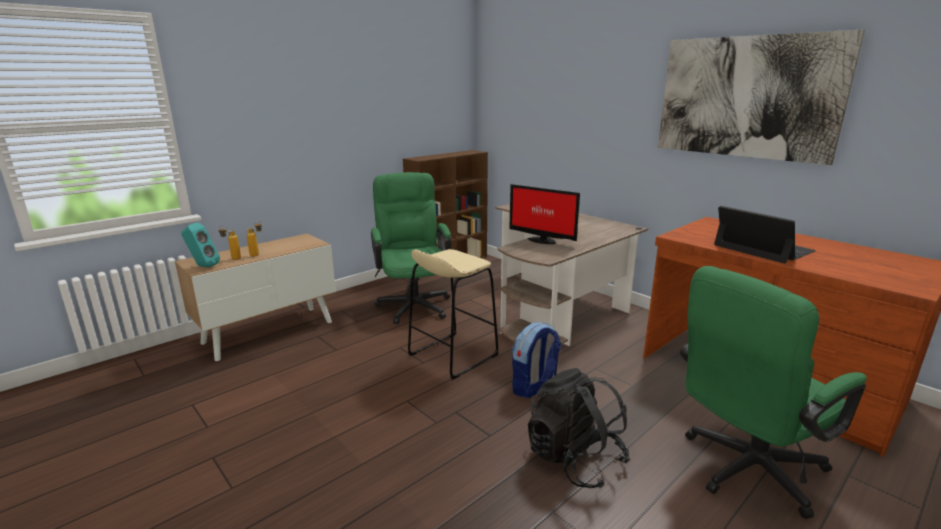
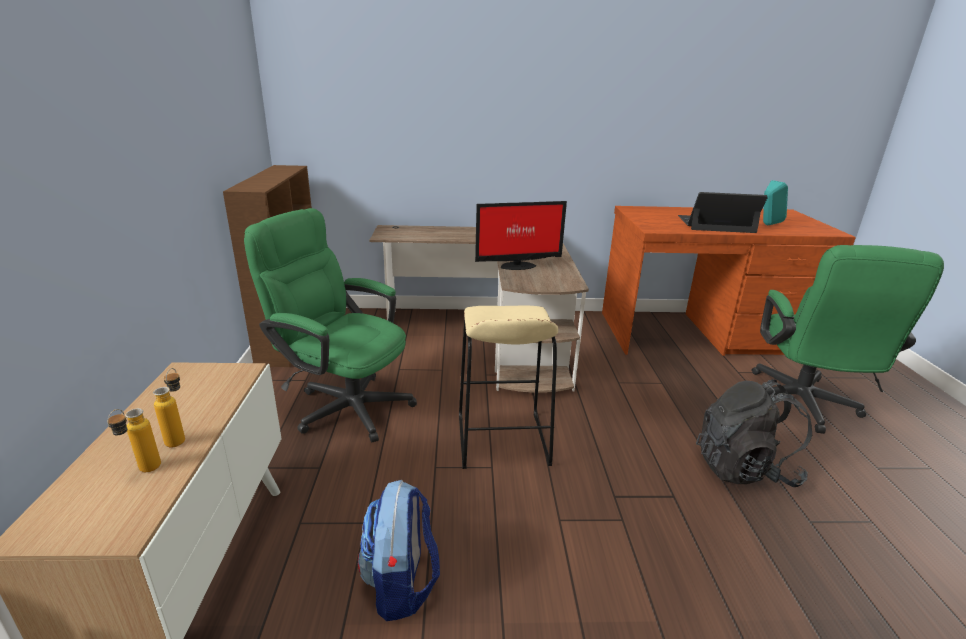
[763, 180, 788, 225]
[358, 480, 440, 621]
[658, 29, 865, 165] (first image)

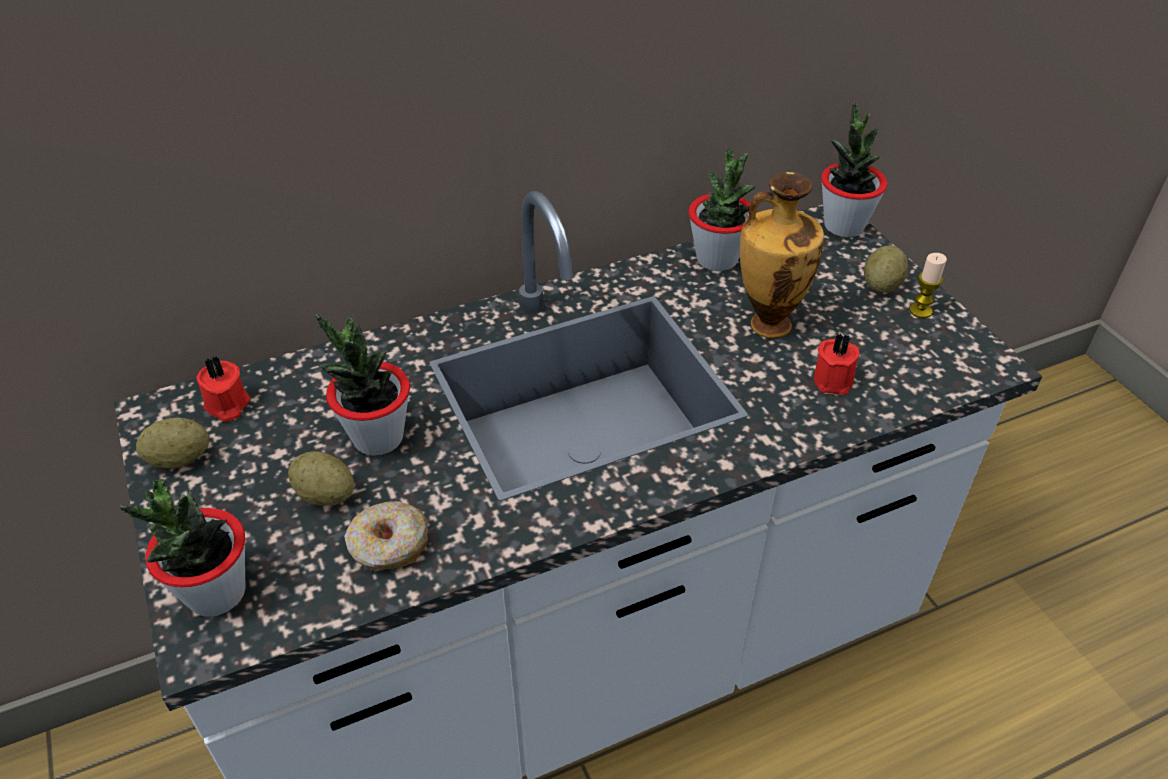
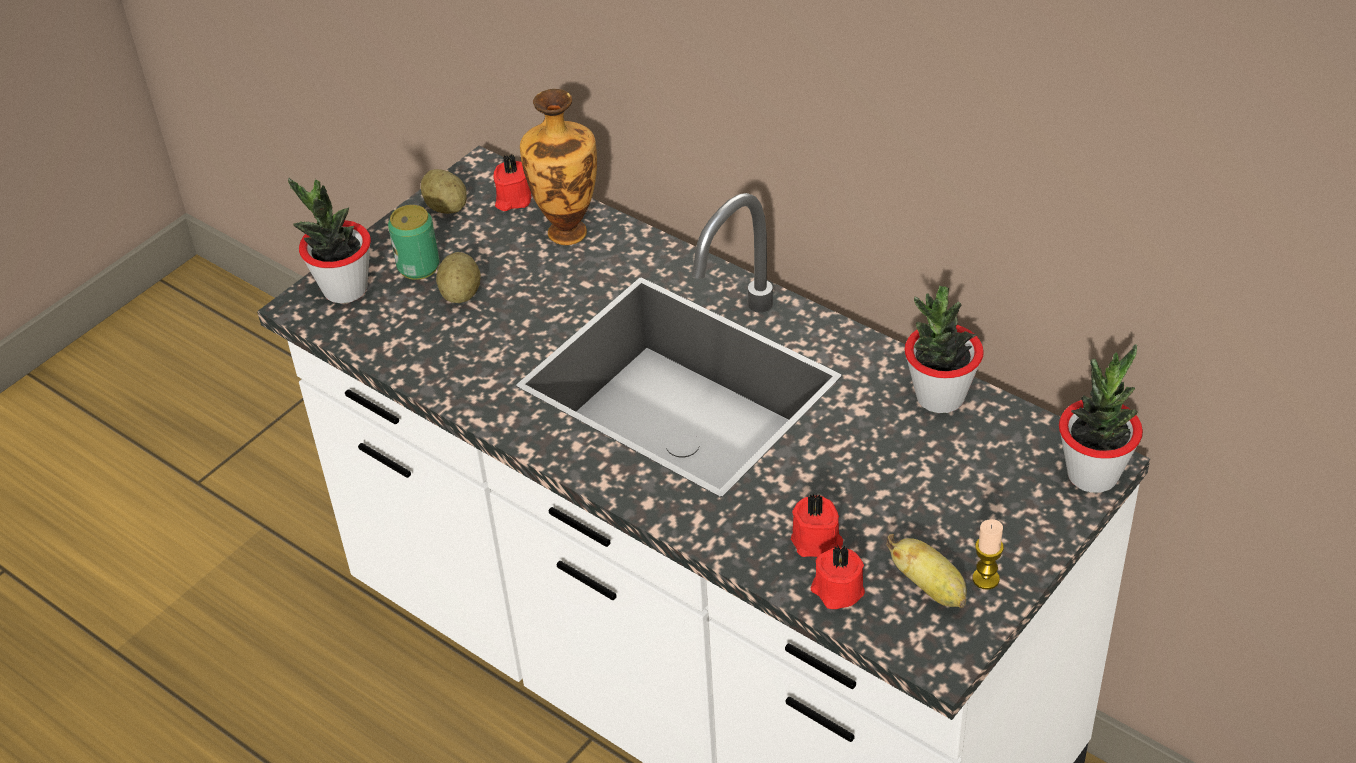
[316, 314, 410, 456] (first image)
[344, 501, 428, 570] (first image)
[520, 89, 597, 245]
[864, 246, 908, 292] (first image)
[388, 205, 440, 280]
[811, 546, 865, 609]
[886, 534, 967, 608]

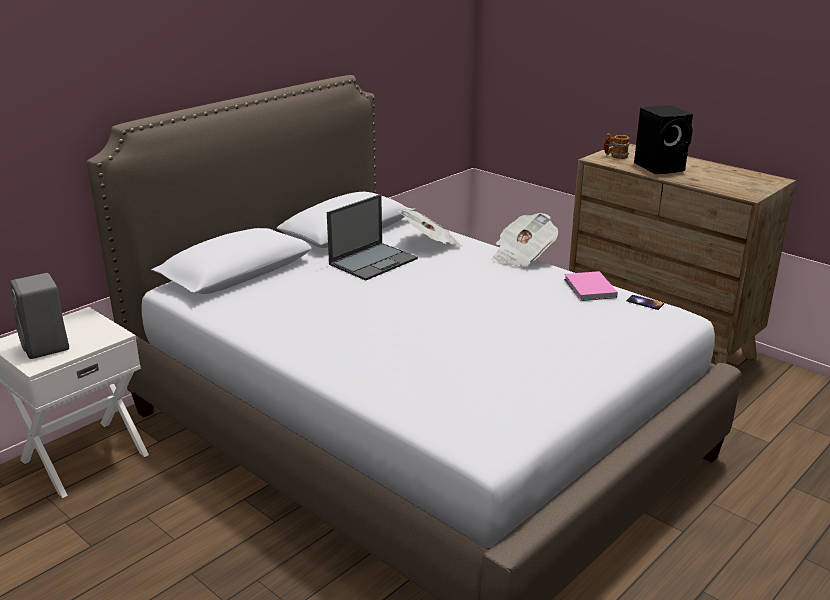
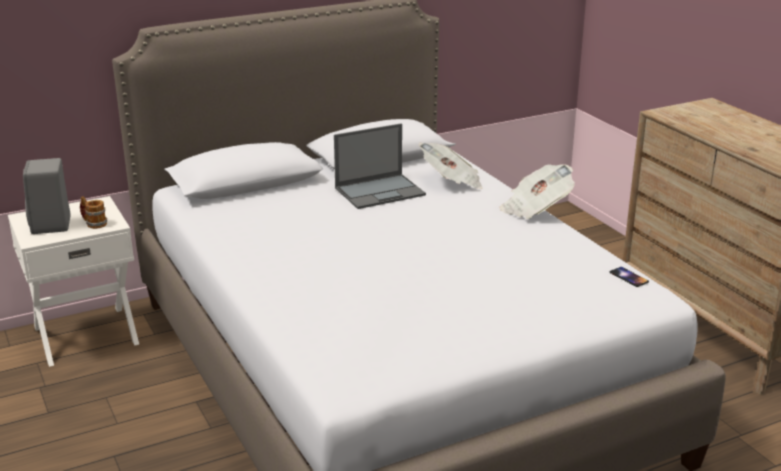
[564, 271, 618, 301] (first image)
[80, 196, 107, 229]
[634, 105, 693, 174] (first image)

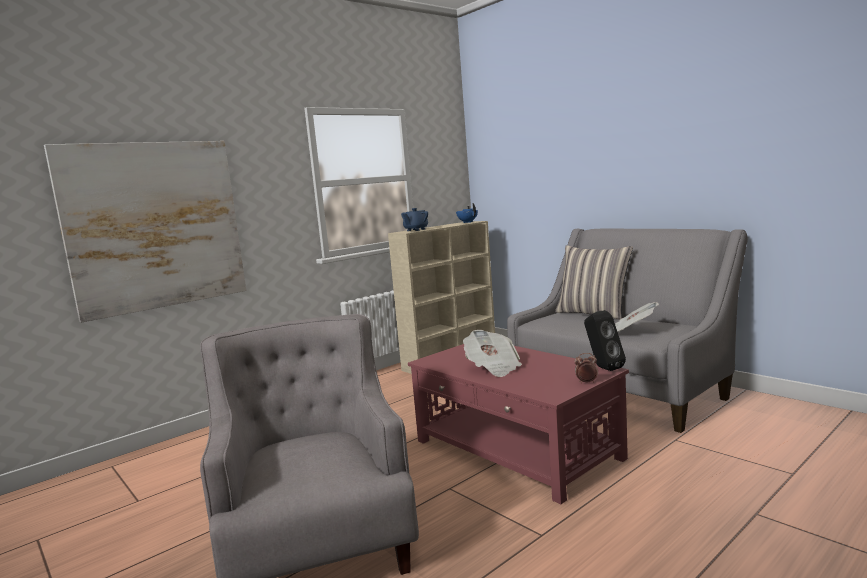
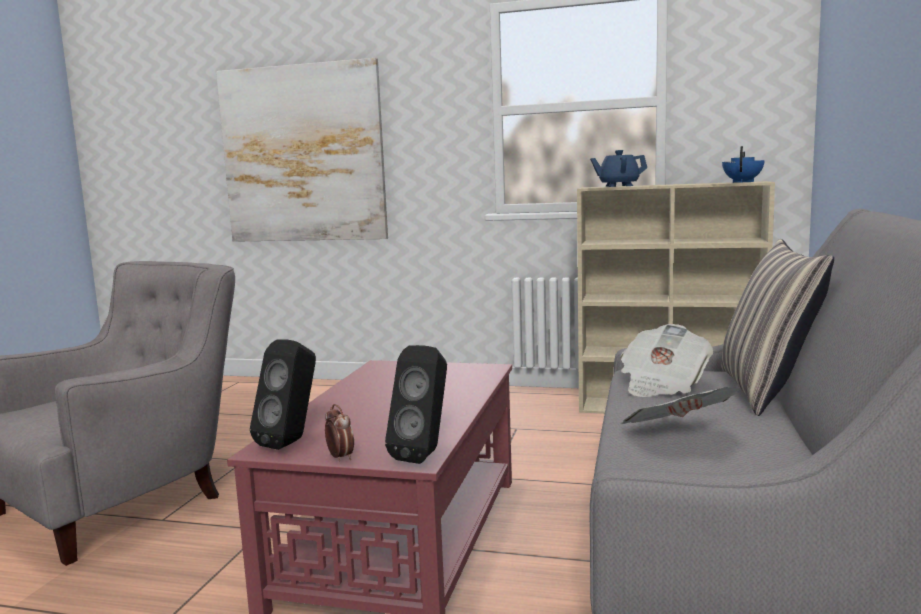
[621, 324, 713, 397]
[250, 339, 316, 450]

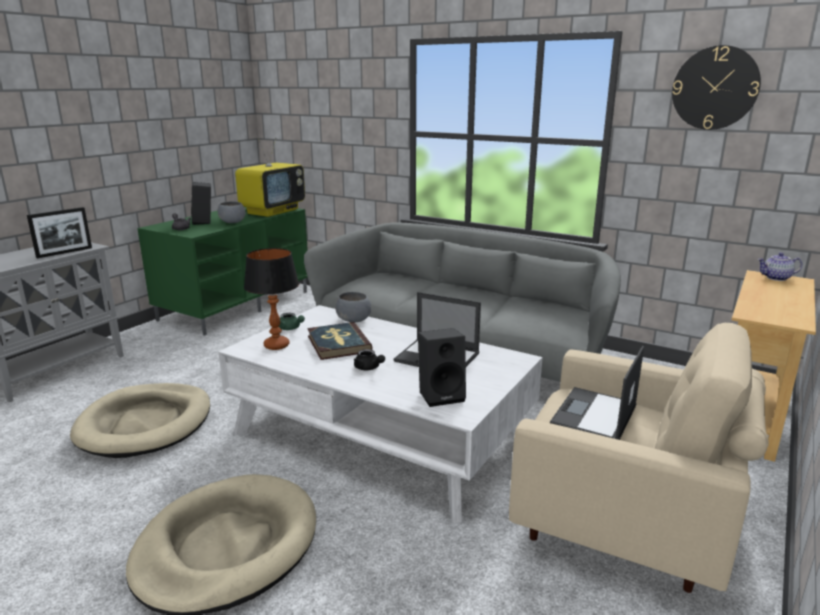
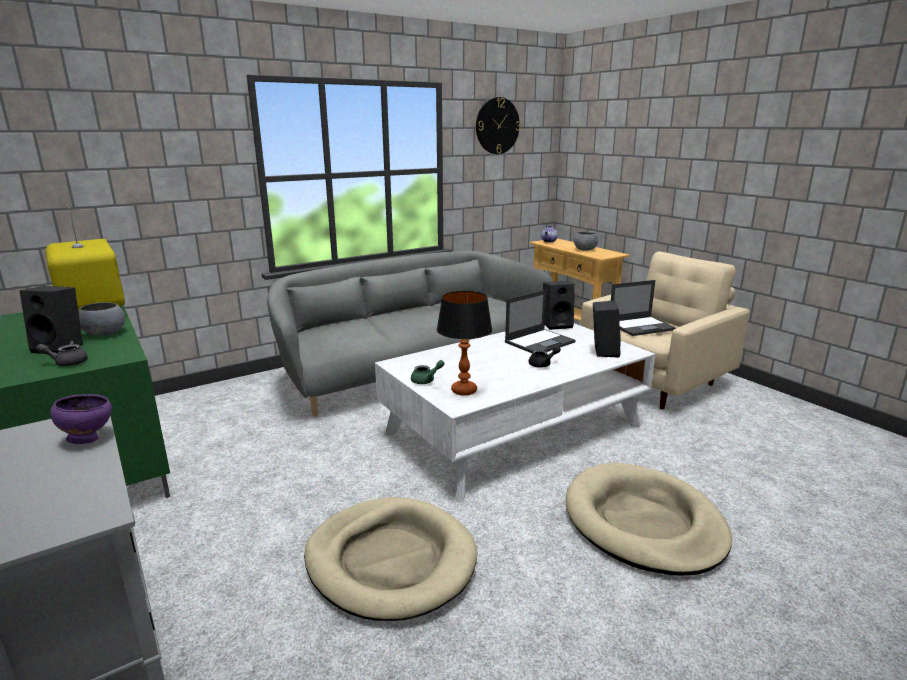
[50, 394, 112, 444]
[307, 322, 373, 360] (first image)
[573, 232, 598, 251]
[611, 280, 676, 336]
[543, 281, 575, 330]

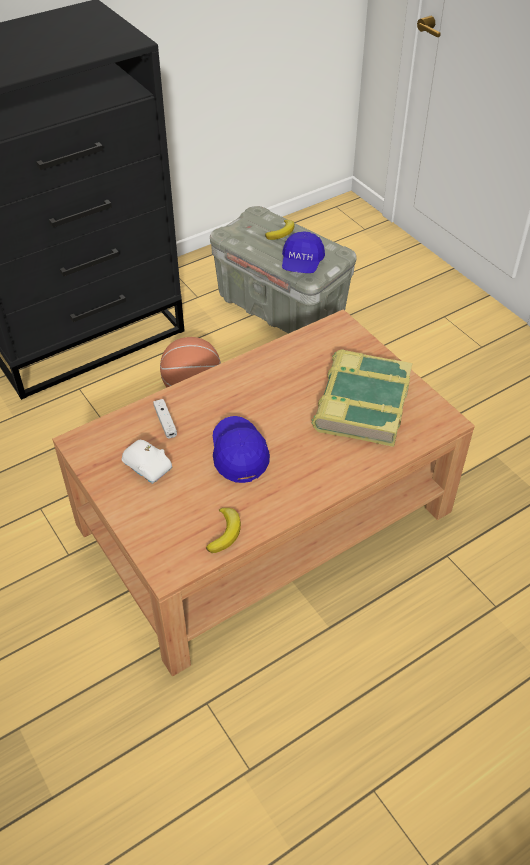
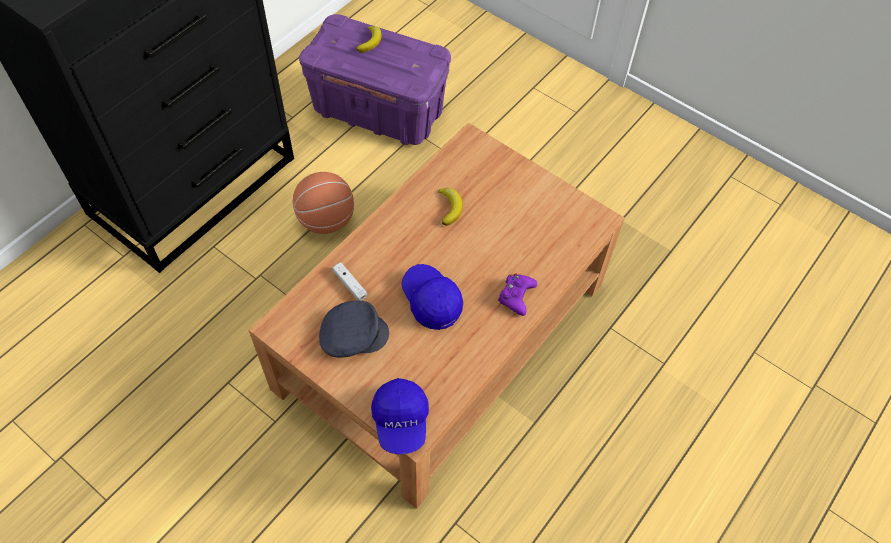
[319, 301, 389, 358]
[438, 188, 463, 226]
[299, 14, 451, 145]
[371, 378, 429, 454]
[312, 349, 413, 447] (first image)
[498, 273, 537, 316]

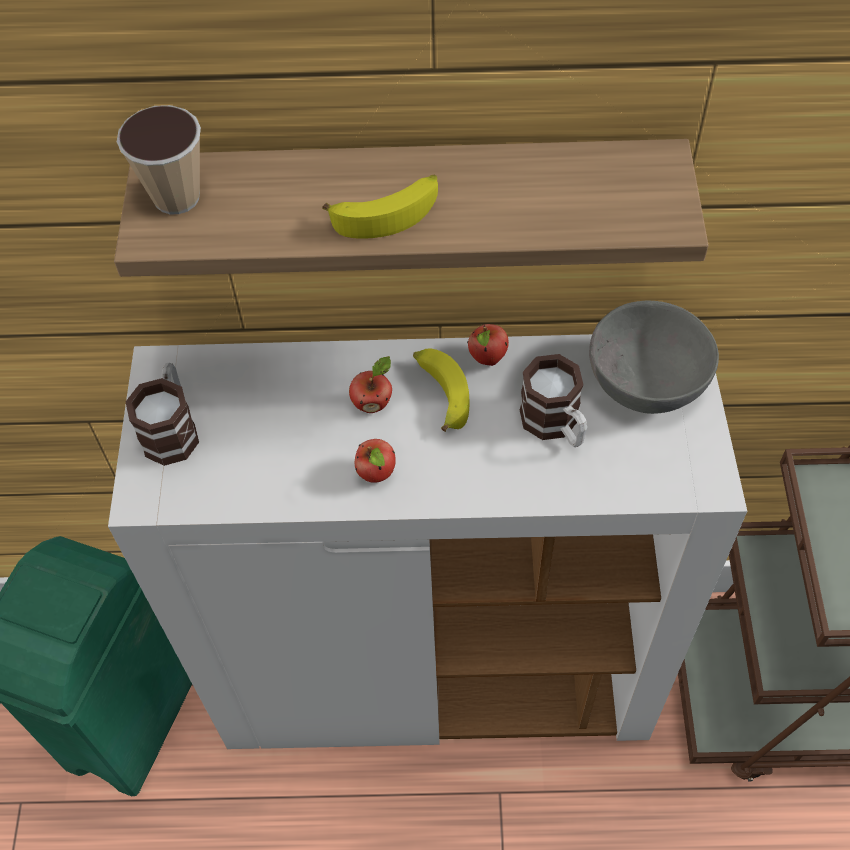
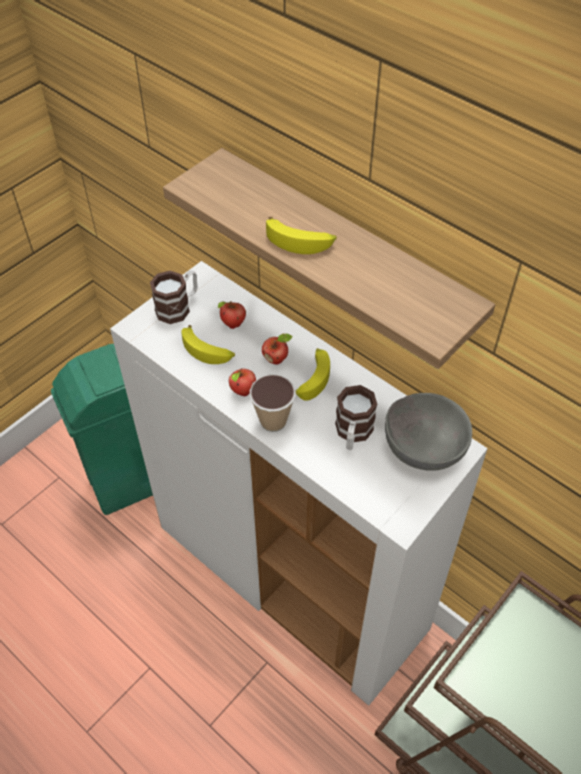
[250, 375, 296, 432]
[218, 301, 246, 329]
[182, 325, 235, 364]

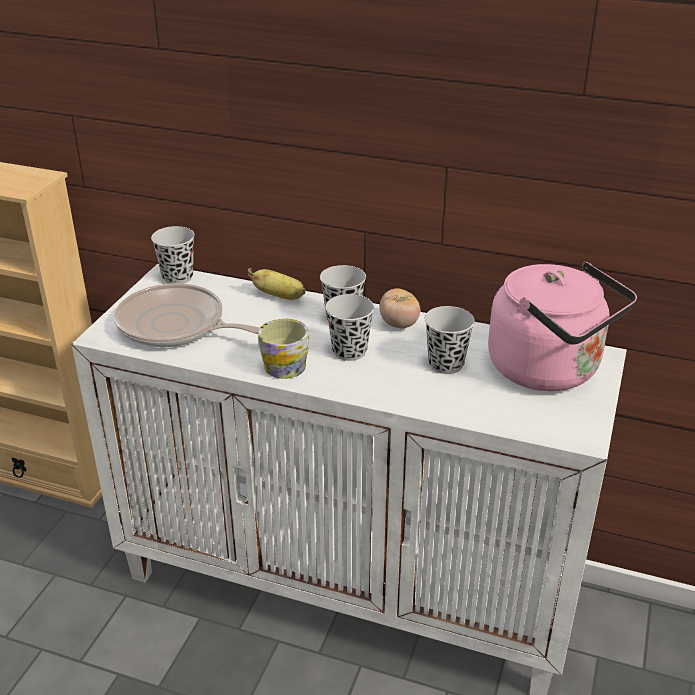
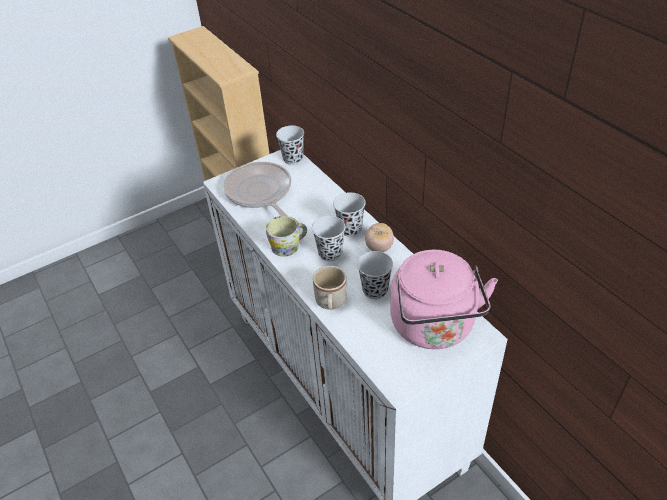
[248, 268, 306, 300] (first image)
[313, 266, 347, 310]

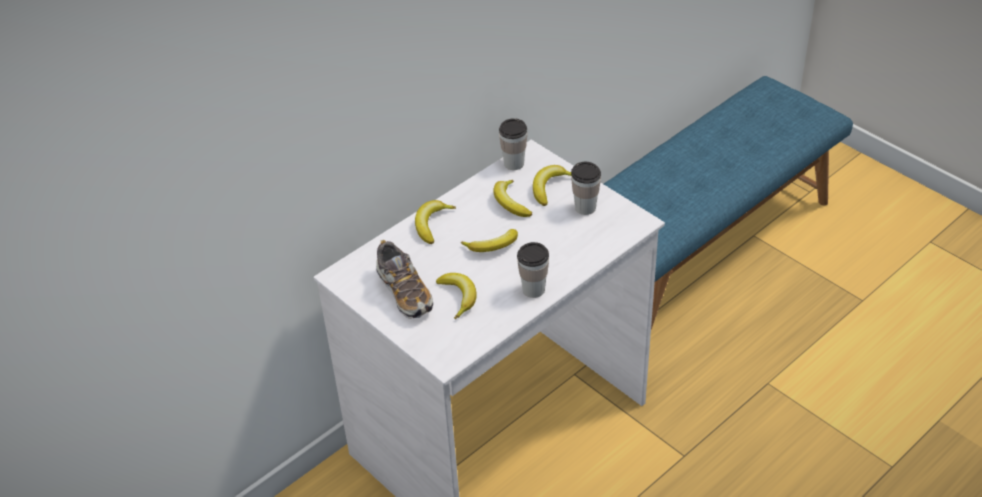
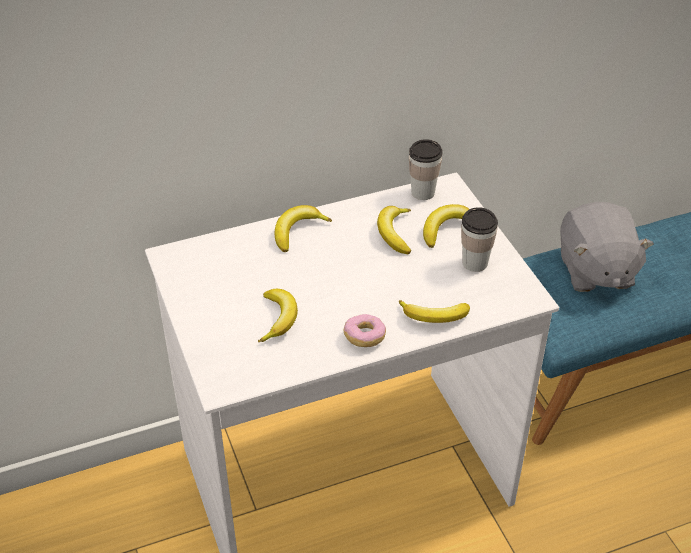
[376, 240, 433, 319] (first image)
[399, 300, 470, 323]
[344, 314, 386, 347]
[560, 202, 654, 292]

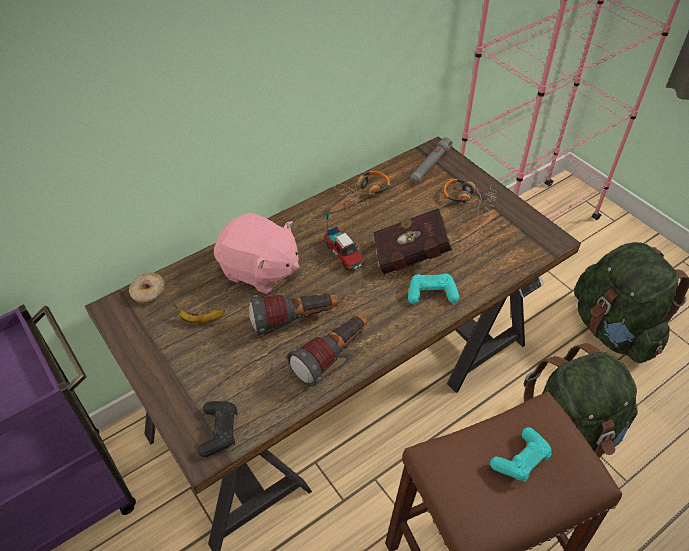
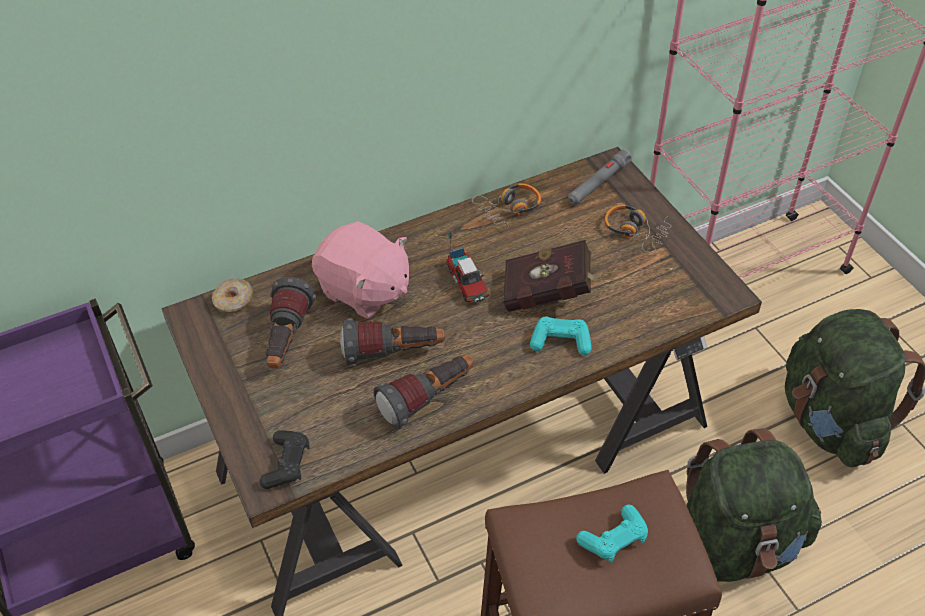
[266, 277, 316, 369]

